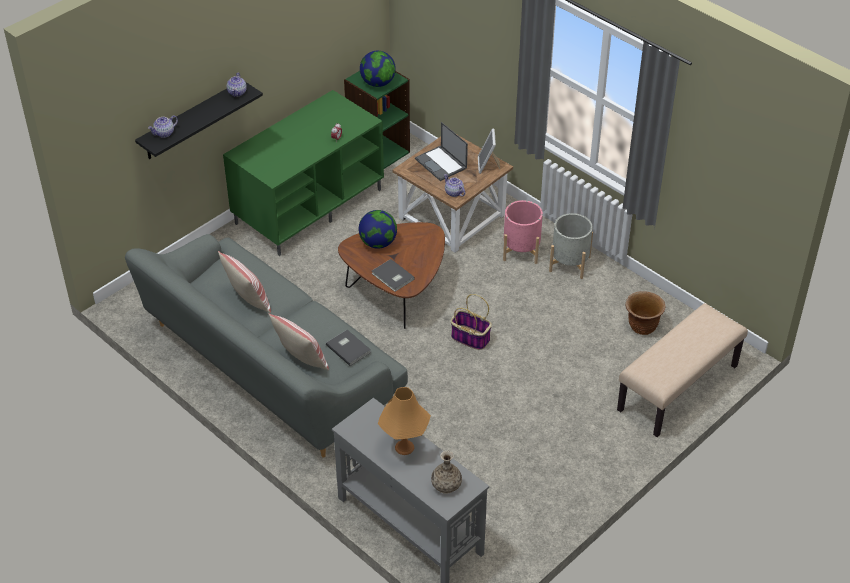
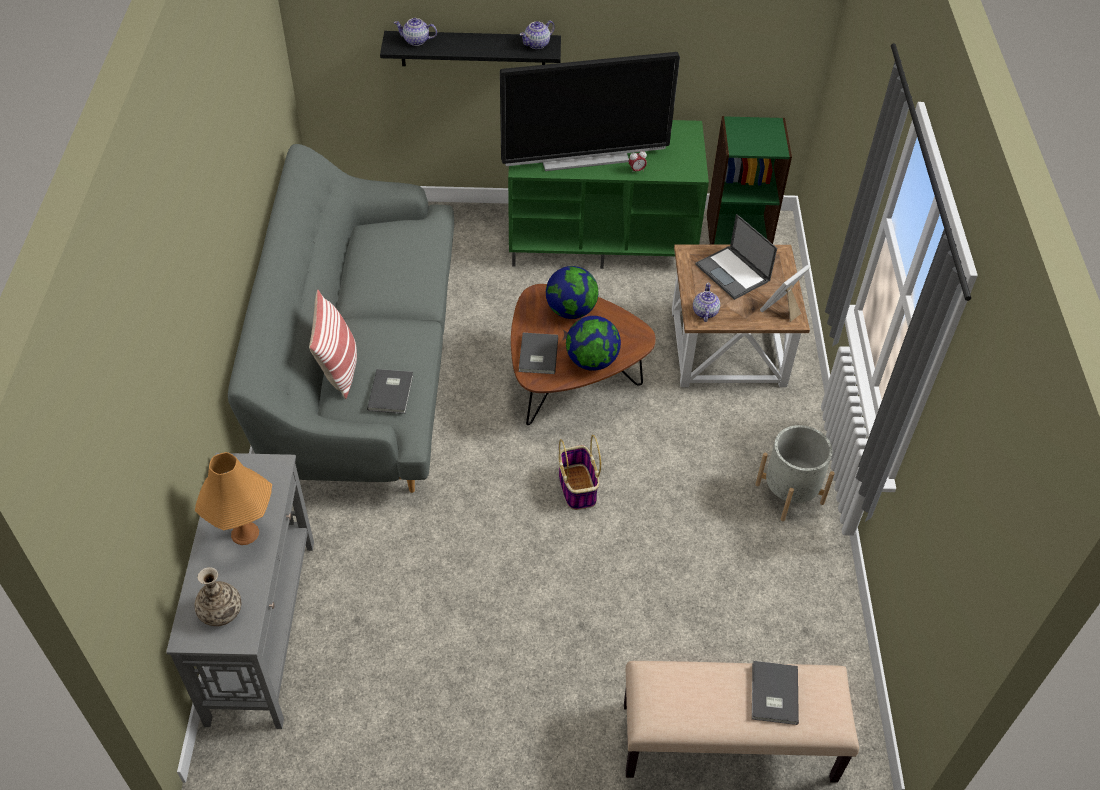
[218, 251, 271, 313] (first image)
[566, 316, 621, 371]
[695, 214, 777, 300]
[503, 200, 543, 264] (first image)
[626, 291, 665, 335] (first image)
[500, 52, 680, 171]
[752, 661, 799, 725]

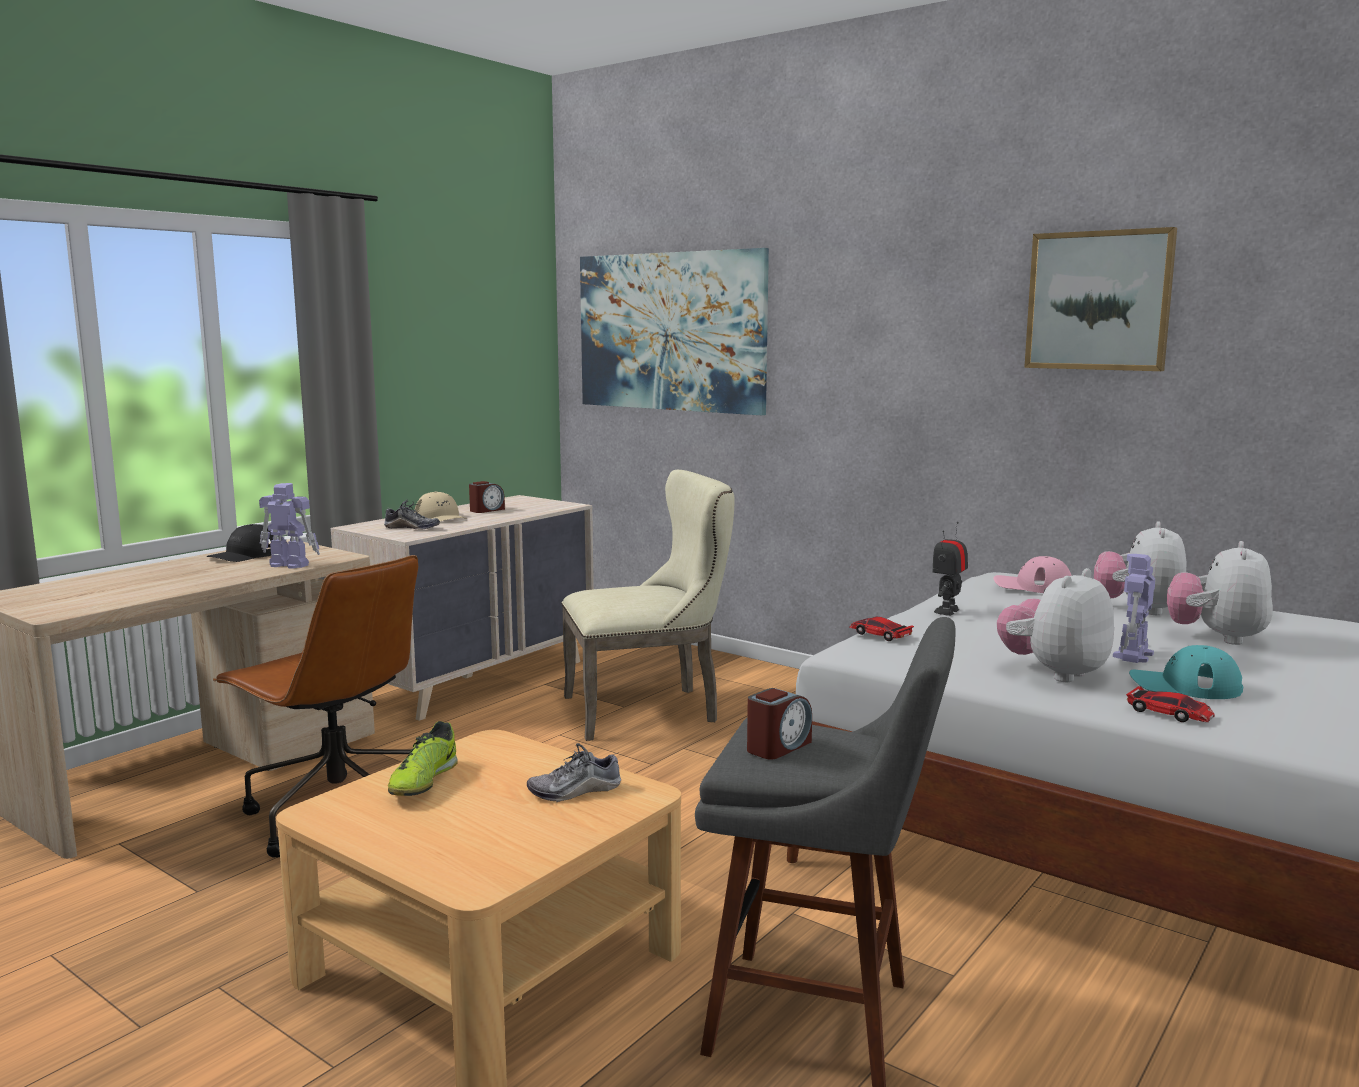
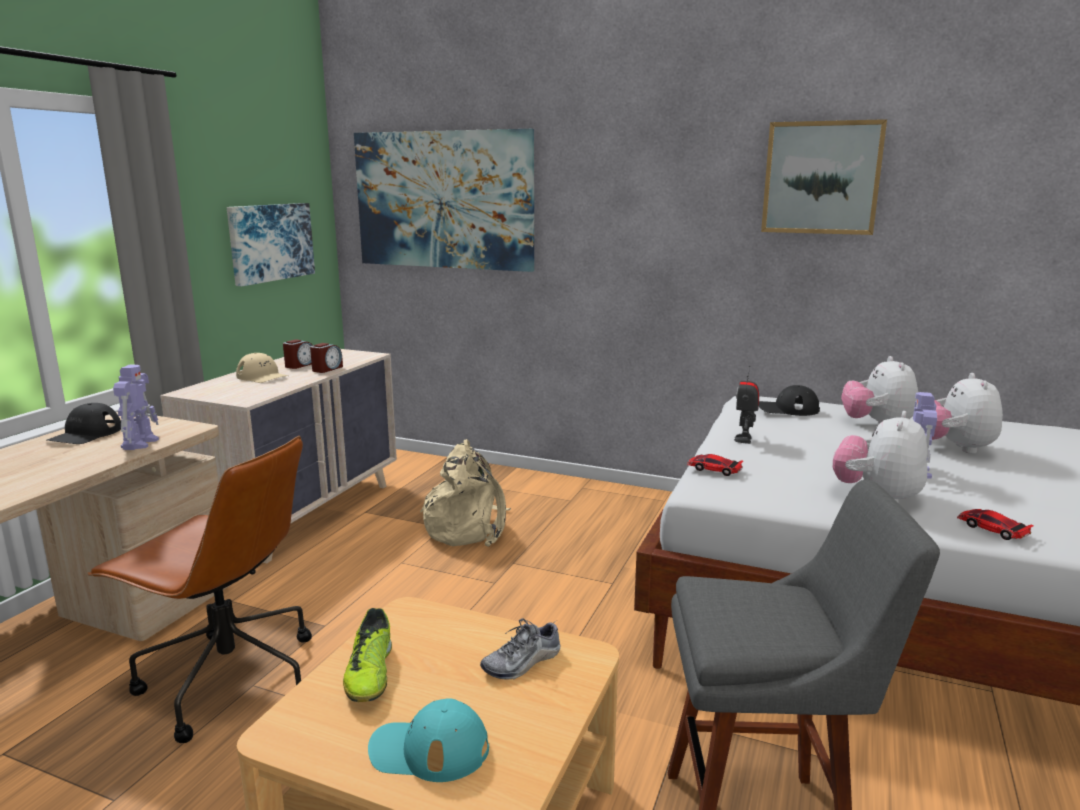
[113, 365, 159, 450]
[384, 500, 440, 530] (first image)
[420, 439, 511, 547]
[310, 343, 343, 373]
[759, 385, 820, 416]
[957, 509, 1033, 540]
[368, 698, 489, 782]
[227, 203, 315, 286]

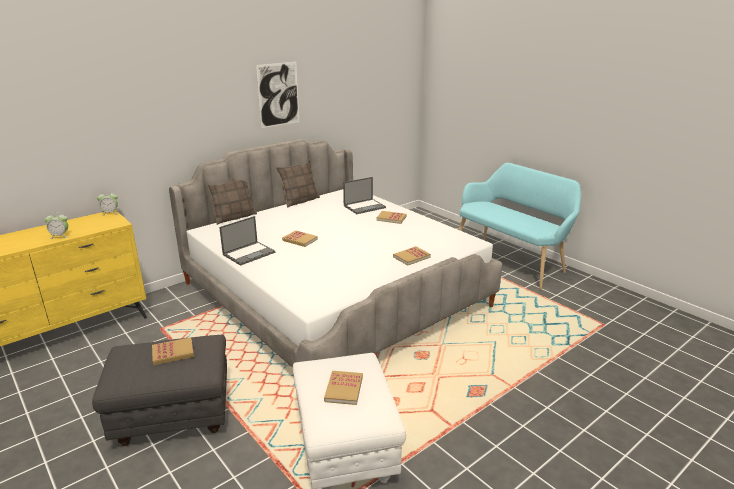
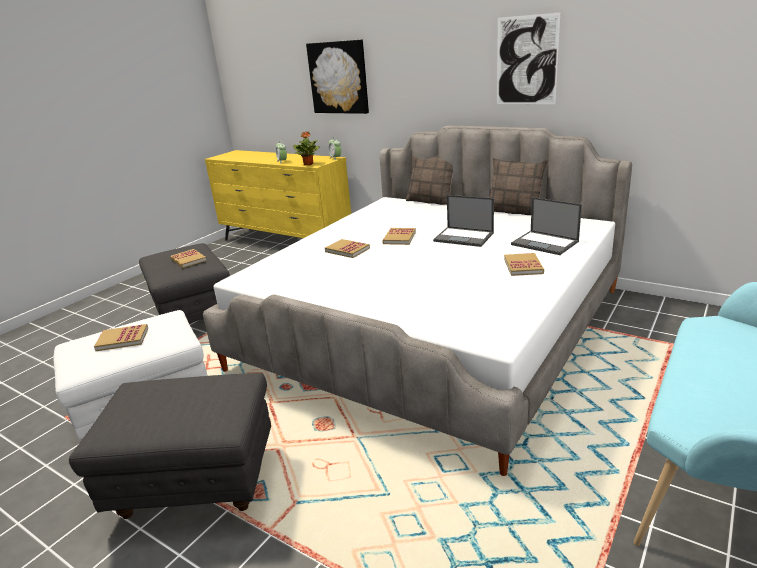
[433, 195, 494, 247]
[325, 239, 370, 258]
[69, 373, 271, 519]
[293, 131, 320, 165]
[306, 39, 369, 114]

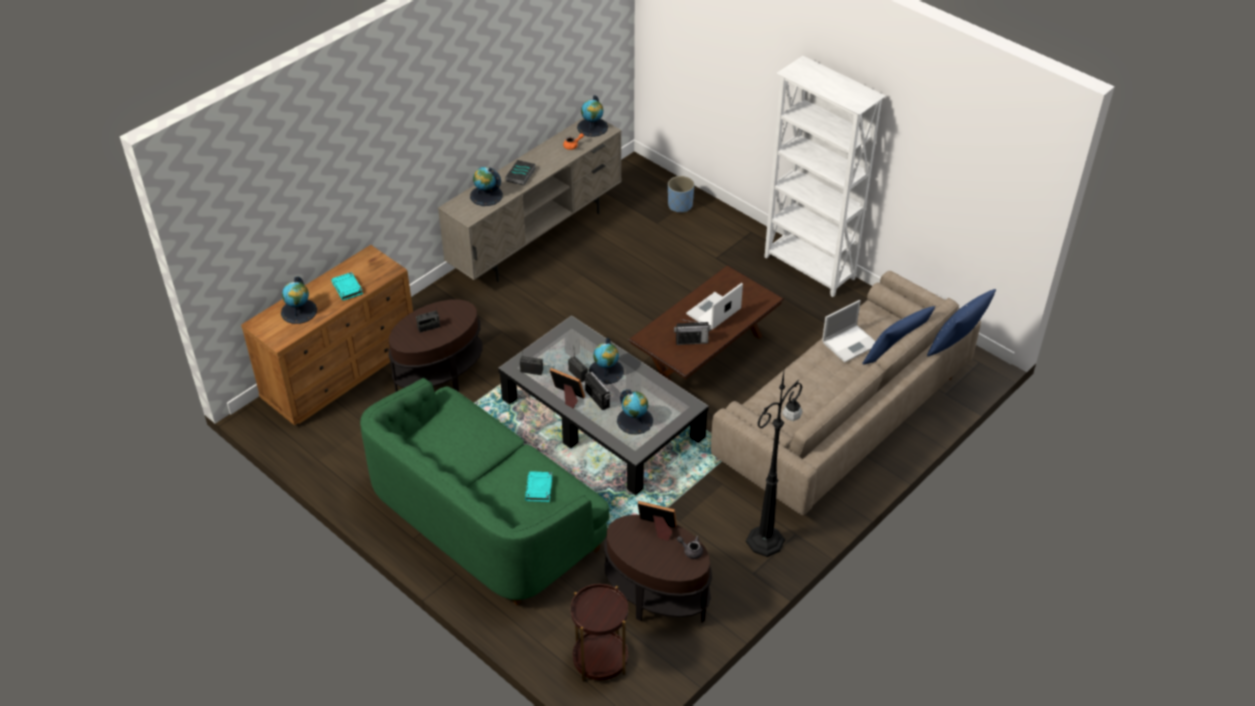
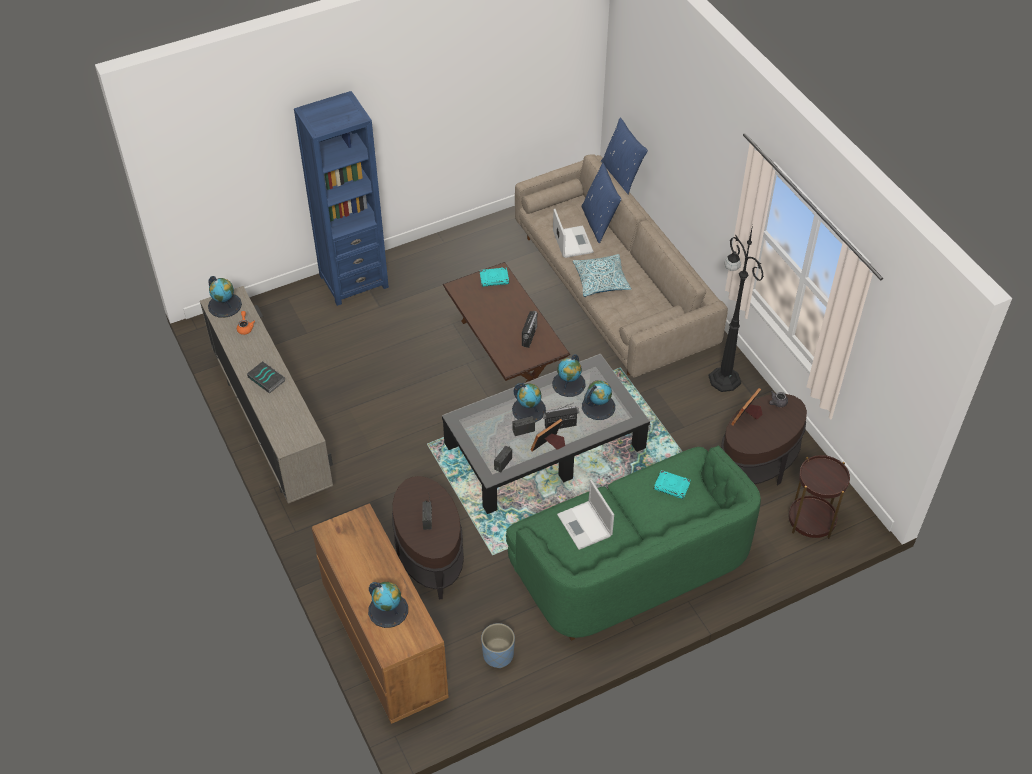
[480, 267, 509, 287]
[552, 354, 586, 397]
[481, 623, 515, 668]
[557, 480, 614, 550]
[764, 56, 885, 297] (first image)
[294, 91, 389, 306]
[573, 254, 632, 297]

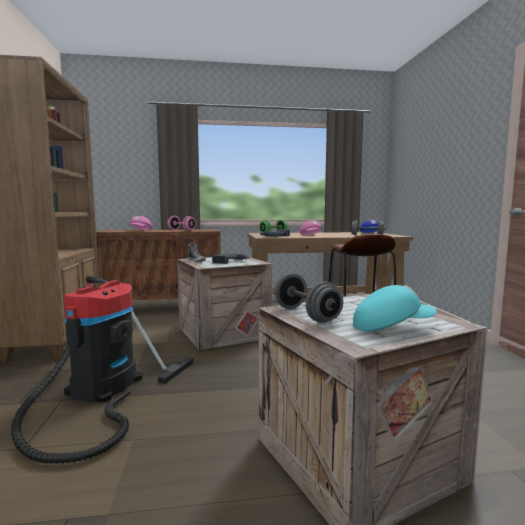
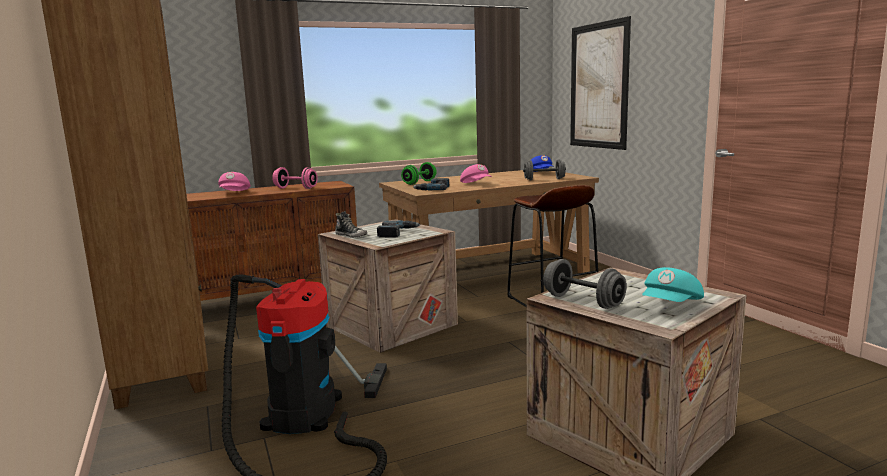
[642, 267, 704, 302]
[570, 16, 631, 150]

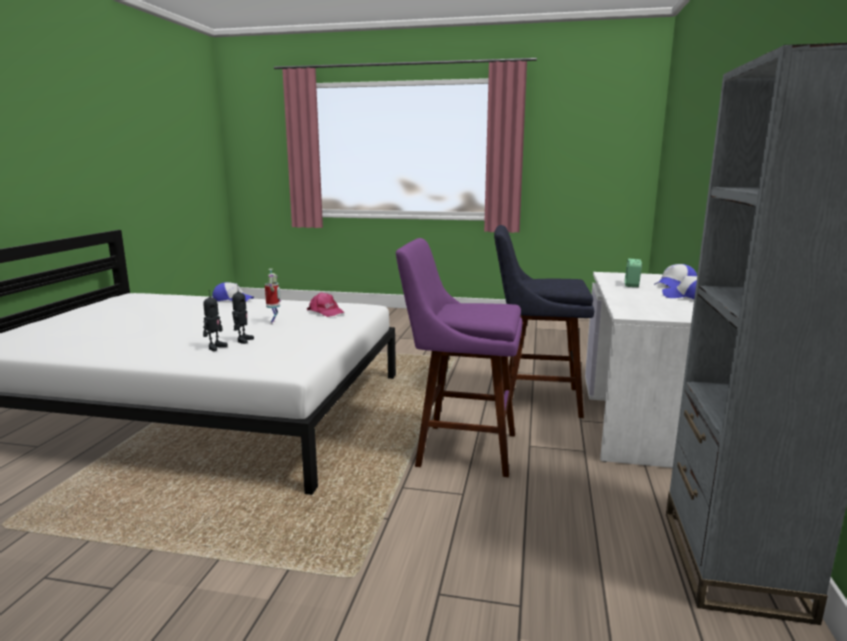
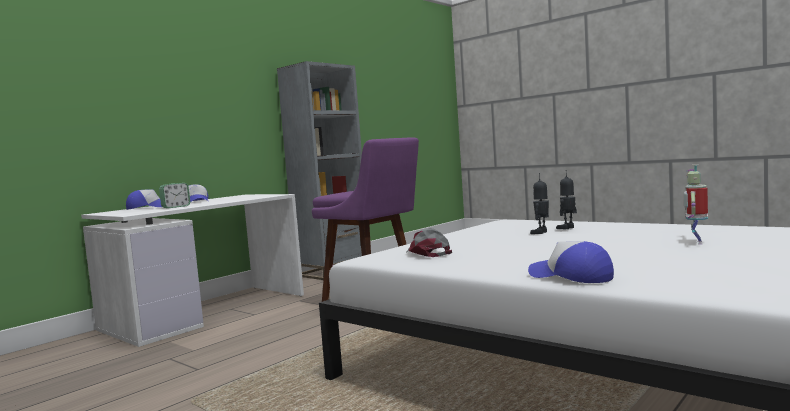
[684, 165, 708, 245]
[406, 228, 452, 257]
[494, 225, 594, 418] (first image)

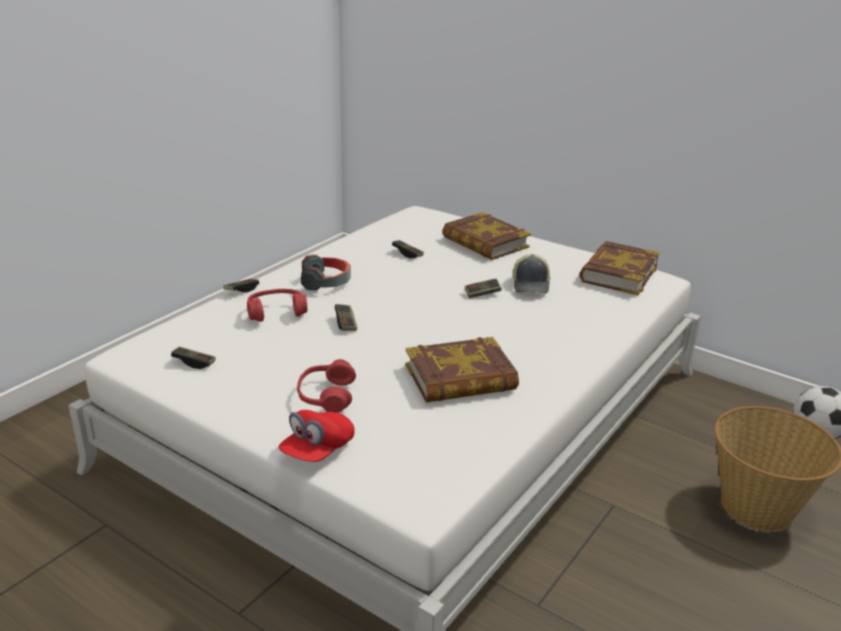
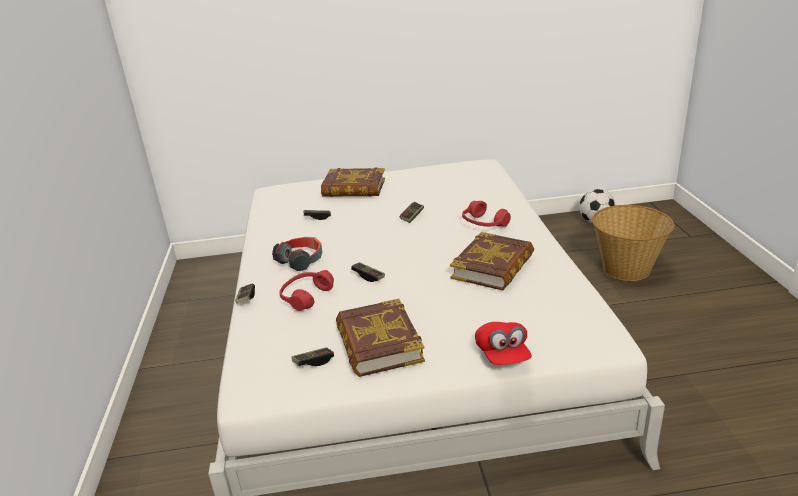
[462, 201, 511, 227]
[513, 254, 550, 294] (first image)
[336, 298, 425, 377]

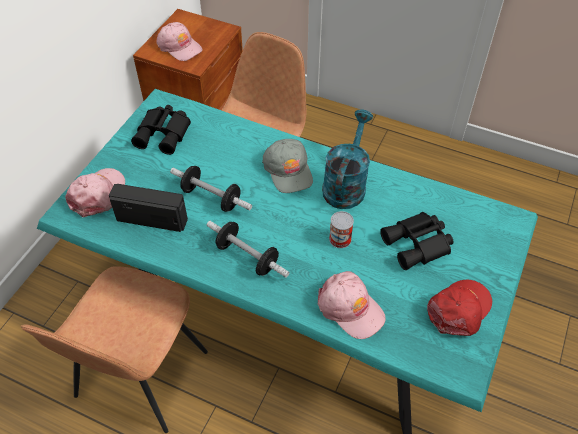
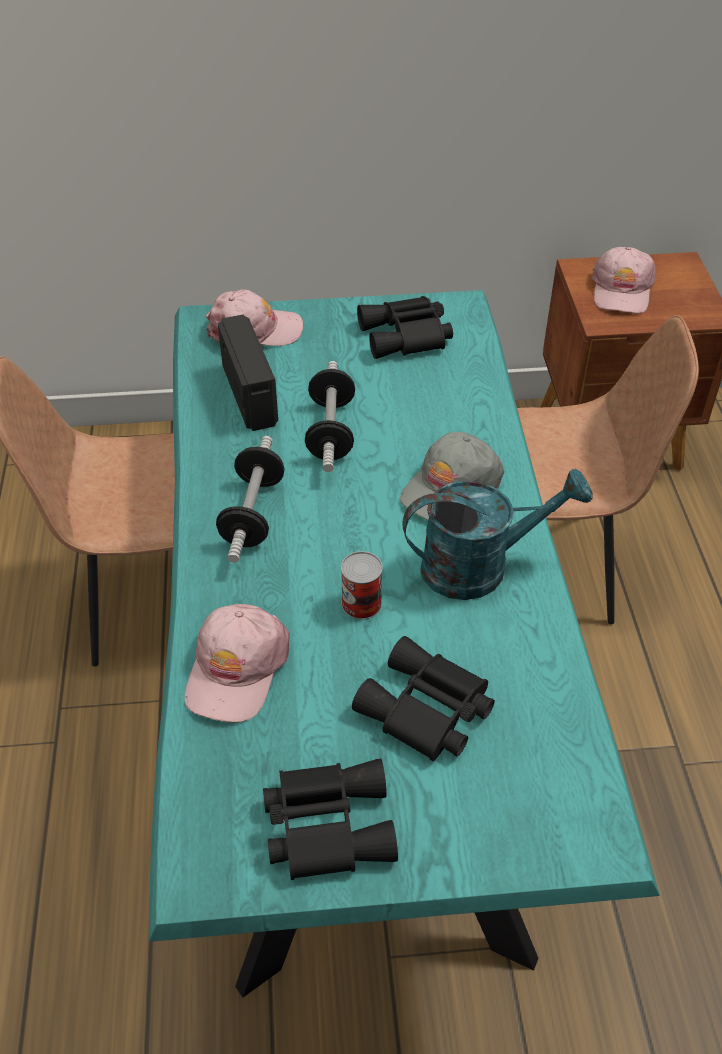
[263, 759, 398, 880]

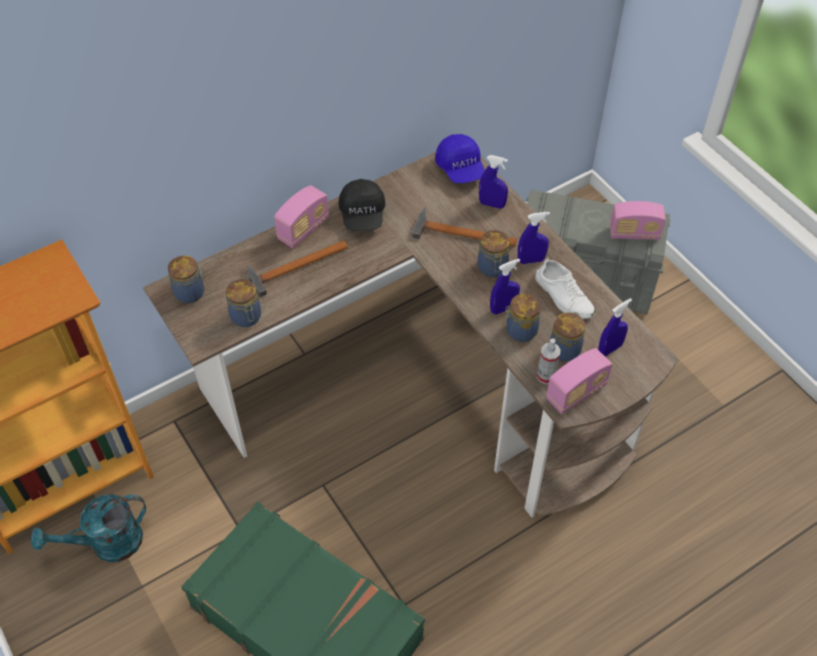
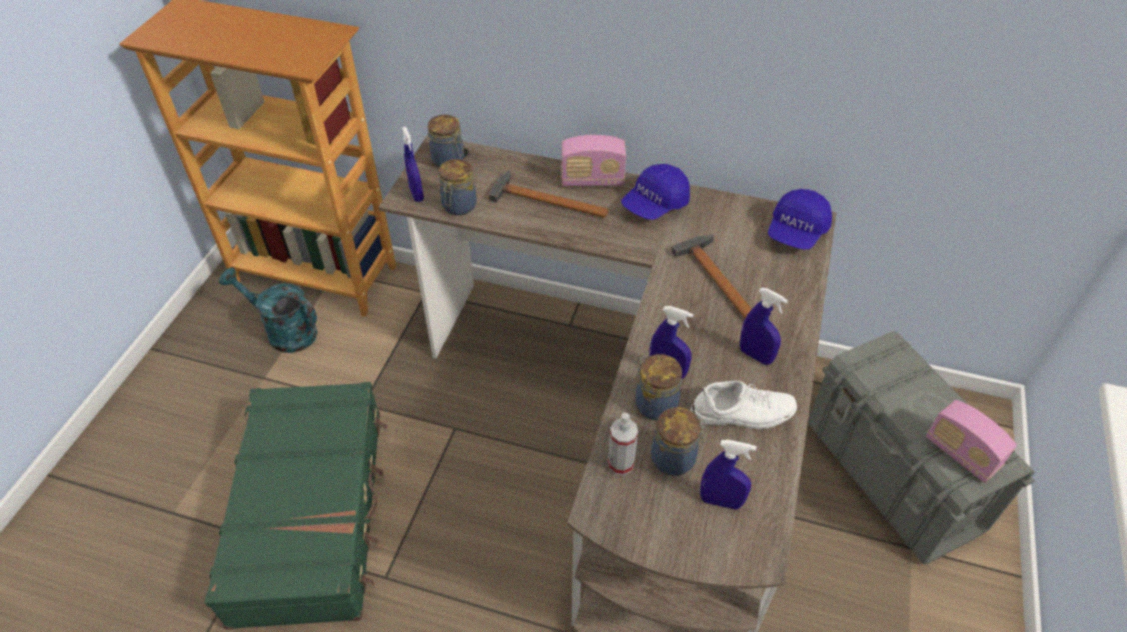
[621, 164, 690, 220]
[478, 230, 510, 277] (first image)
[402, 126, 424, 202]
[690, 381, 797, 429]
[546, 348, 612, 414] (first image)

